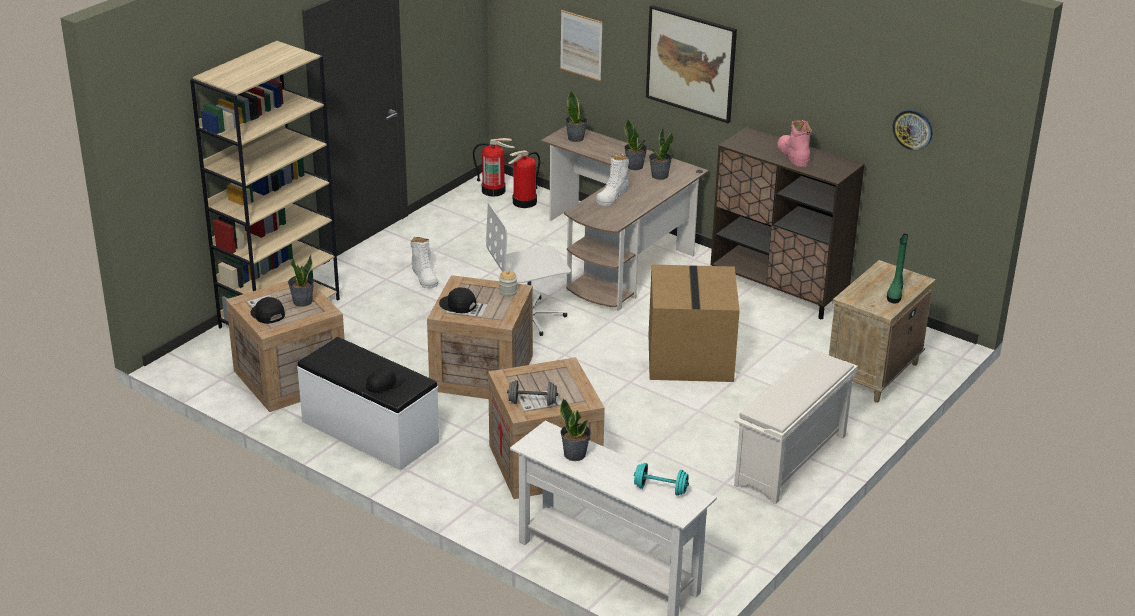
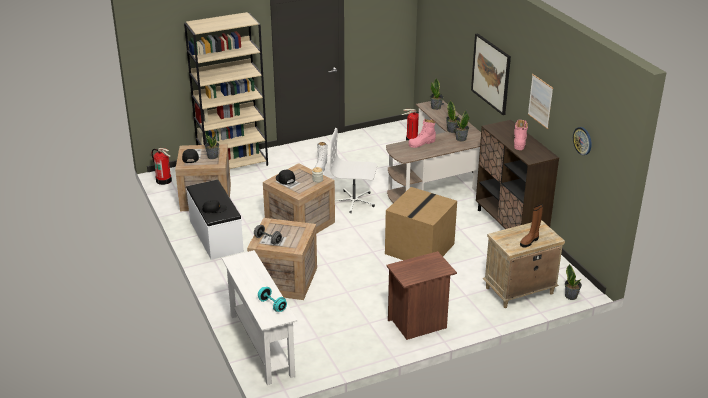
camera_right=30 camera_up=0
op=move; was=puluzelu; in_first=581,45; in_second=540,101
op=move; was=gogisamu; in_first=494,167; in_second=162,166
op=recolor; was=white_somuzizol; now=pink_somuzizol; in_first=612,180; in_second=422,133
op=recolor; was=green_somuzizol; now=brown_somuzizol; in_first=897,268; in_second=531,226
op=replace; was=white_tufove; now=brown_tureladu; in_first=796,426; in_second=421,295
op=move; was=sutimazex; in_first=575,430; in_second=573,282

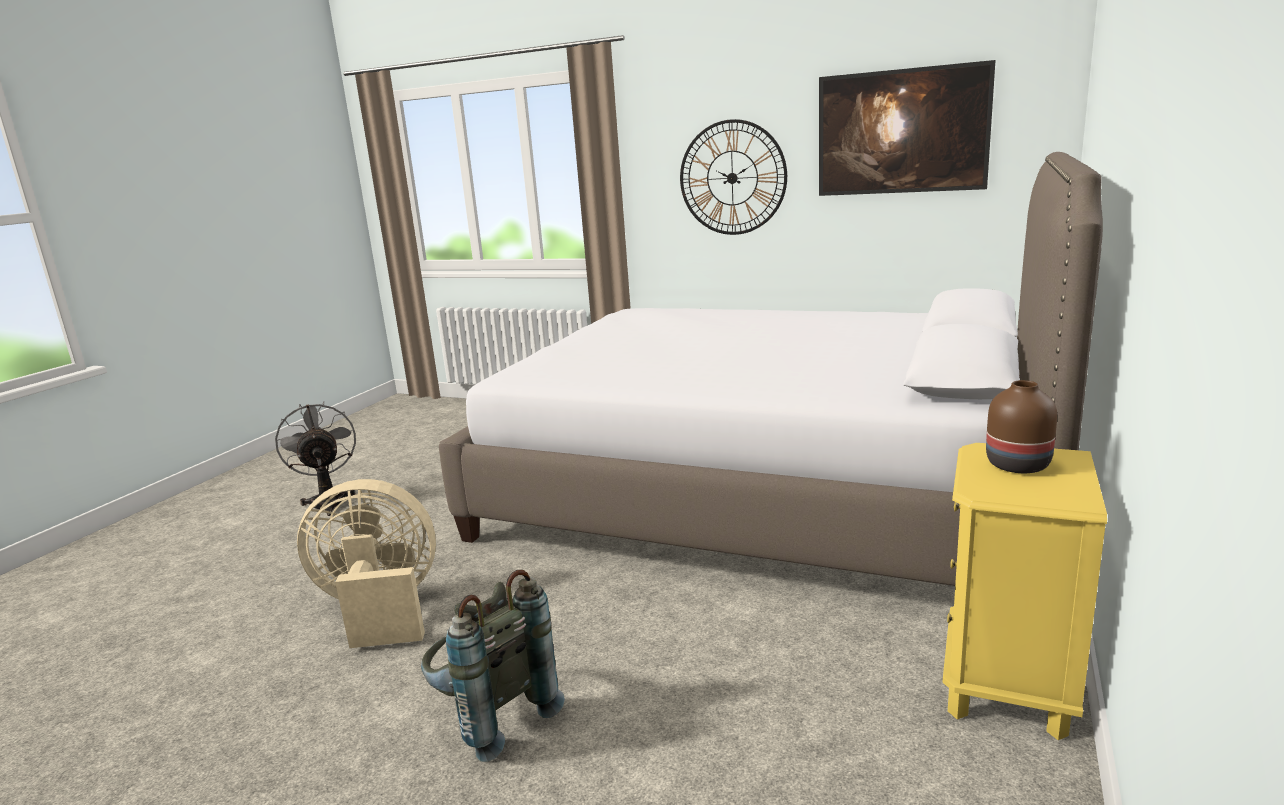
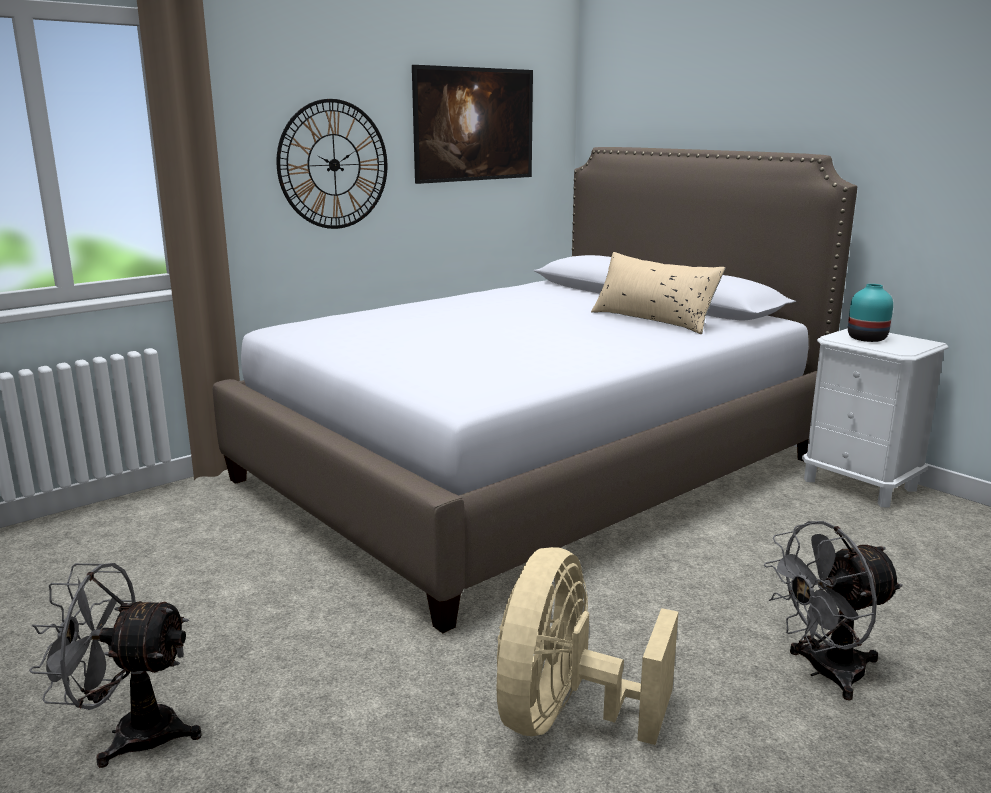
camera_right=-65 camera_up=0
op=recolor; was=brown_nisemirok; now=turquoise_nisemirok; in_first=1021,426; in_second=870,313
op=recolor; was=yellow_tureladu; now=white_tureladu; in_first=1025,591; in_second=875,418
op=replace; was=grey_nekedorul; now=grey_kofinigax; in_first=493,666; in_second=833,611
op=insert; now=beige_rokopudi; in_second=658,293

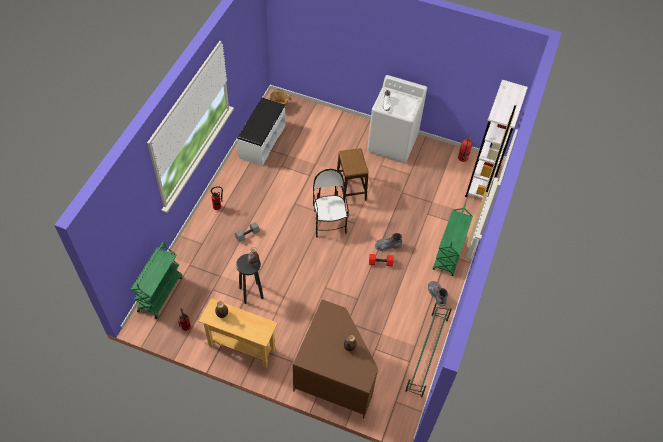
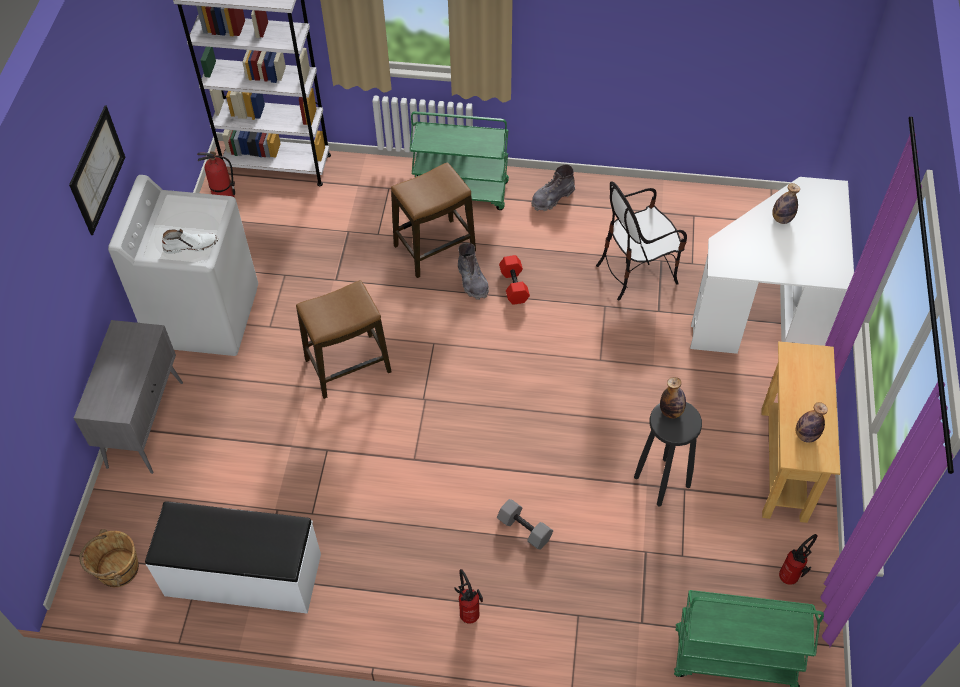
camera_right=-100 camera_up=0
op=move; was=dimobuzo; in_first=331,203; in_second=641,240
op=recolor; was=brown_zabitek; now=white_zabitek; in_first=335,358; in_second=772,265
op=delete; was=green_tufove; in_first=428,350
op=insert; now=puluzelu; in_second=97,170
op=insert; now=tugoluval; in_second=433,220
op=insert; now=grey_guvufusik; in_second=128,397

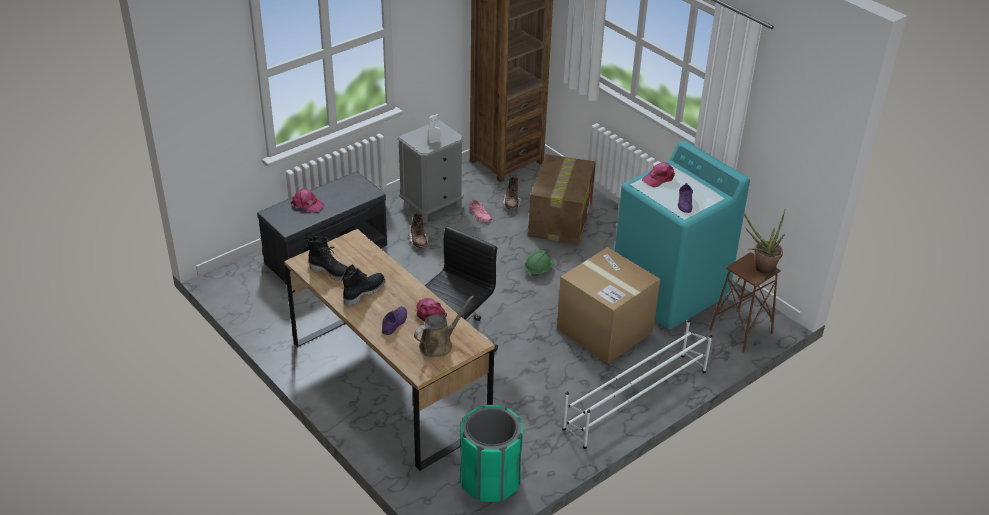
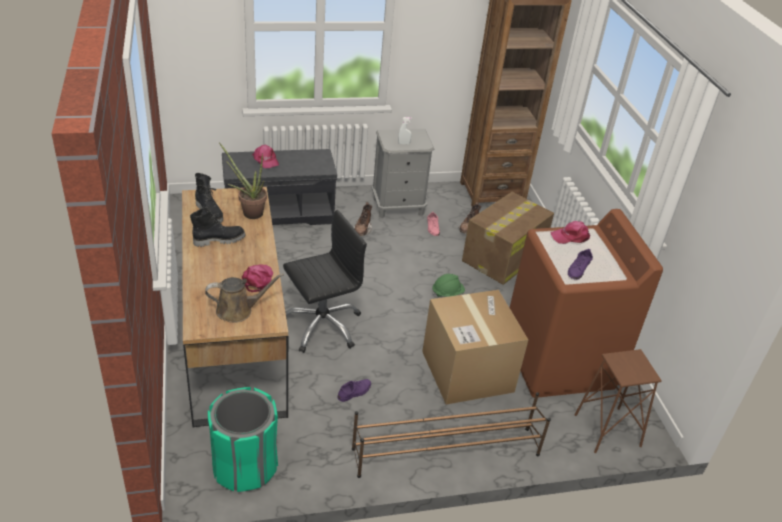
camera_right=25 camera_up=0
op=recolor; was=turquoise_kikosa; now=brown_kikosa; in_first=682,235; in_second=586,303
op=move; was=sutimazex; in_first=764,242; in_second=243,181
op=move; was=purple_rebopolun; in_first=394,320; in_second=354,390
op=recolor; was=white_tufove; now=brown_tufove; in_first=637,384; in_second=451,435

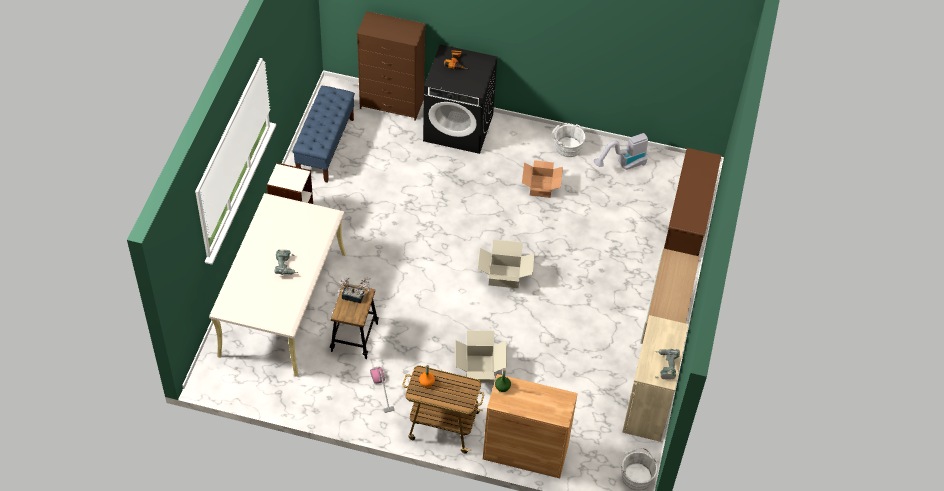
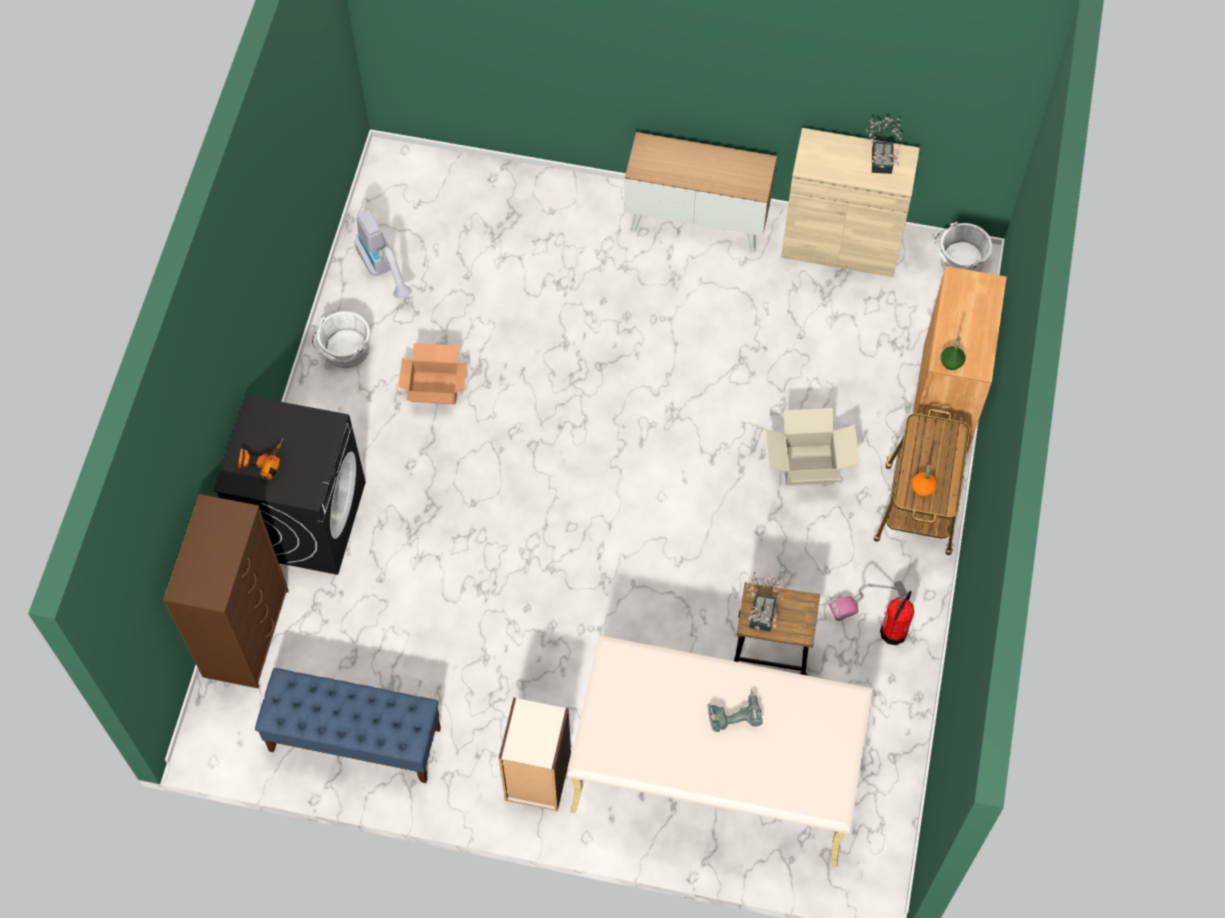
camera_right=-90 camera_up=10
op=delete; was=brown_tufove; in_first=693,202
op=delete; was=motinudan; in_first=506,263
op=replace; was=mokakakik; now=sutimazex; in_first=667,364; in_second=884,145
op=insert; now=gogisamu; in_second=897,618

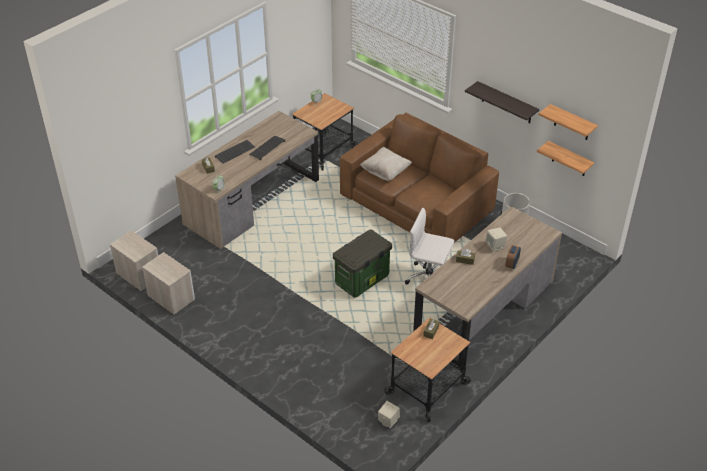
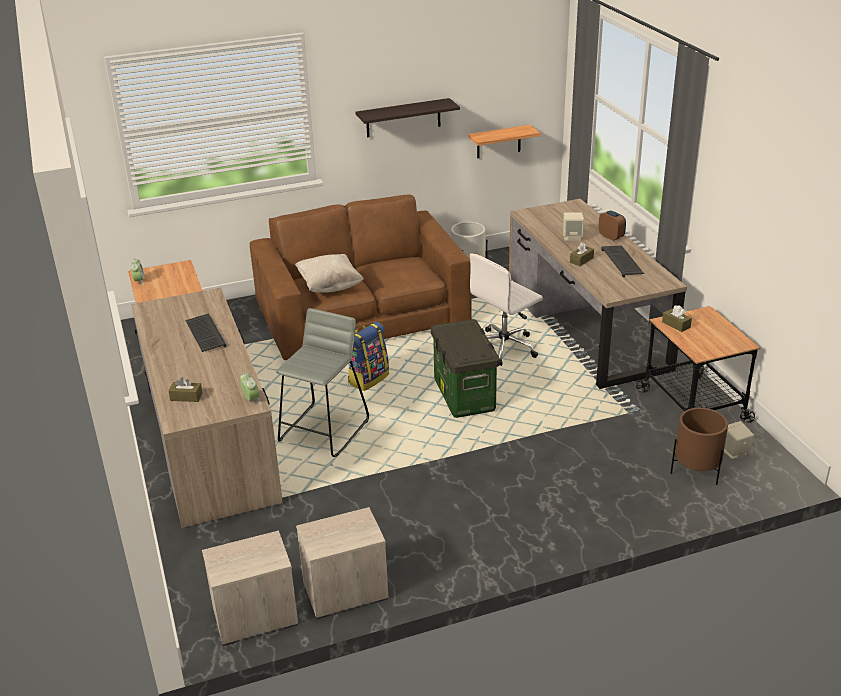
camera_right=-60 camera_up=-10
op=delete; was=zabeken; in_first=568,122
op=move; was=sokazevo; in_first=235,151; in_second=622,261
op=insert; now=grey_tugoluval; in_second=322,382
op=insert; now=nekedorul; in_second=368,356
op=insert; now=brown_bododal; in_second=699,446

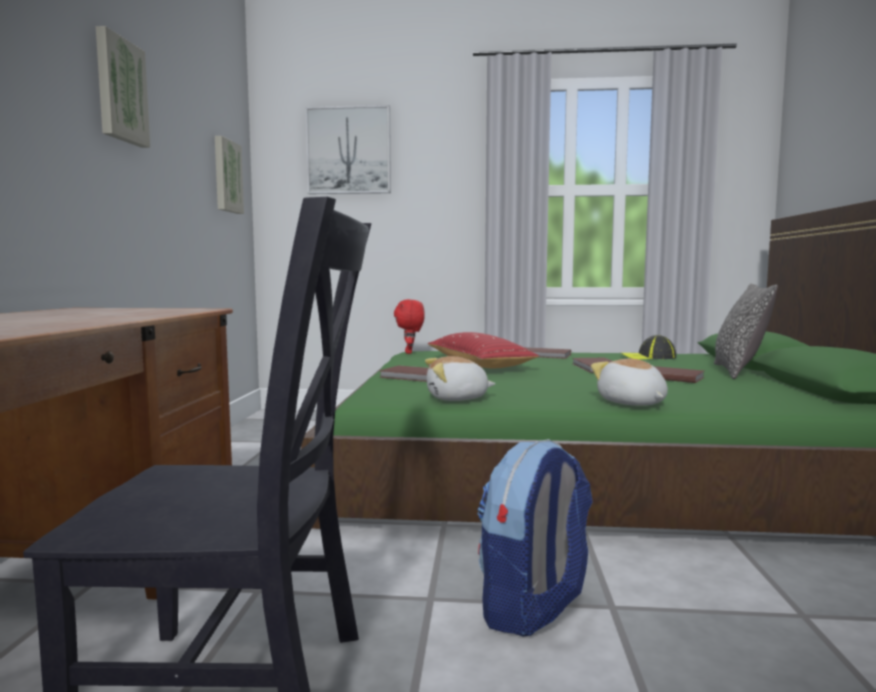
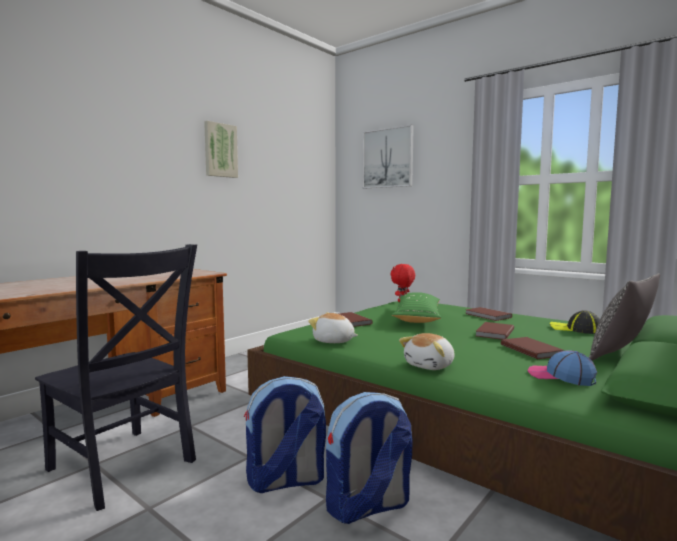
camera_right=35 camera_up=0
op=delete; was=puluzelu; in_first=229,175
op=recolor; was=red_rokopudi; now=green_rokopudi; in_first=483,350; in_second=416,307
op=rotate; was=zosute; in_first=629,382; in_second=426,351; clockwise=-150
op=insert; now=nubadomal; in_second=562,368
op=insert; now=nekedorul; in_second=369,458

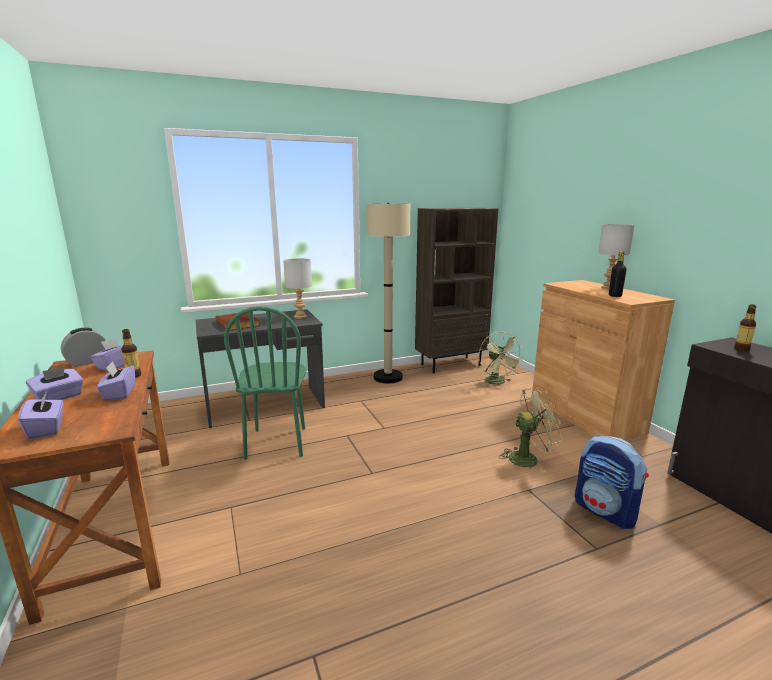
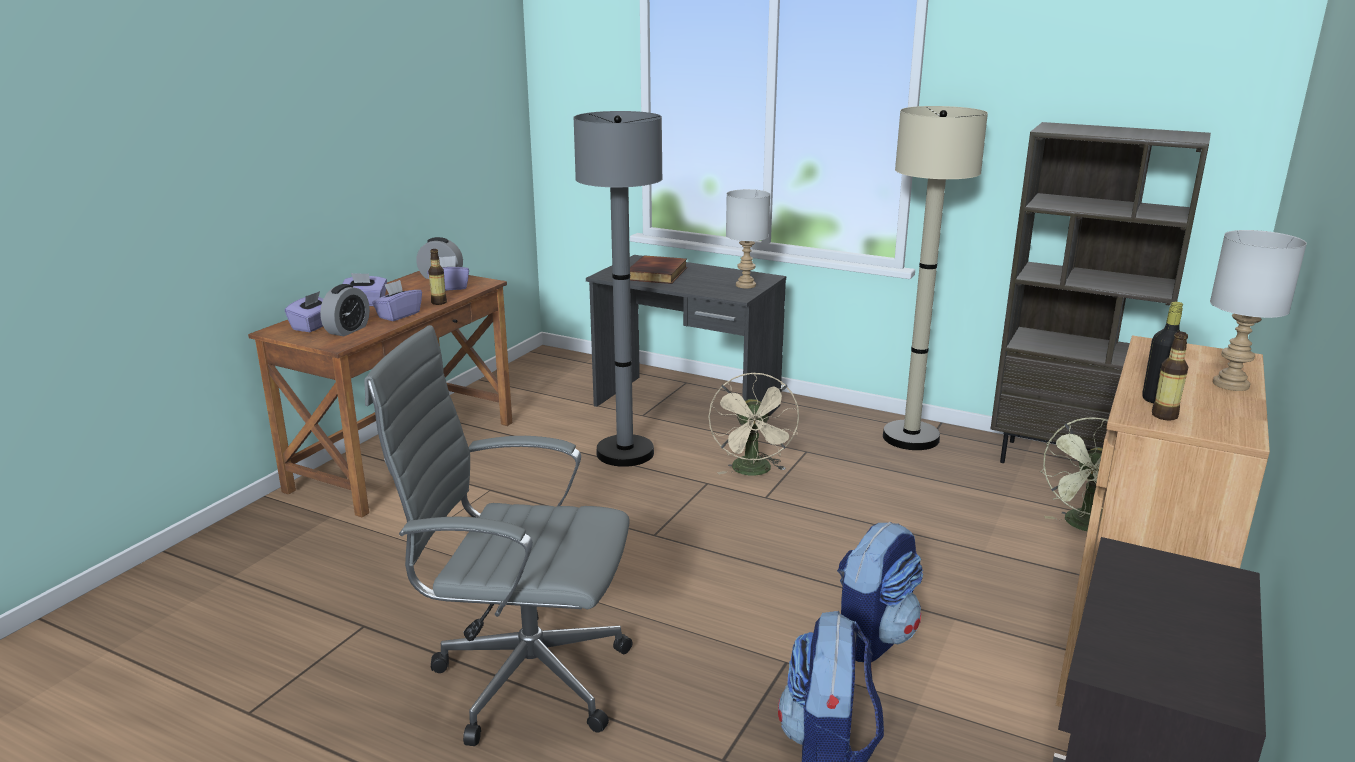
camera_right=50 camera_up=5
op=move; was=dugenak; in_first=745,327; in_second=1170,376
op=replace; was=green_dimobuzo; now=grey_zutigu; in_first=265,383; in_second=618,289
op=replace; was=green_kofinigax; now=nekedorul; in_first=531,430; in_second=880,592
op=insert; now=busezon; in_second=345,310
op=insert; now=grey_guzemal; in_second=498,535
op=insert; now=beige_kofinigax; in_second=754,424

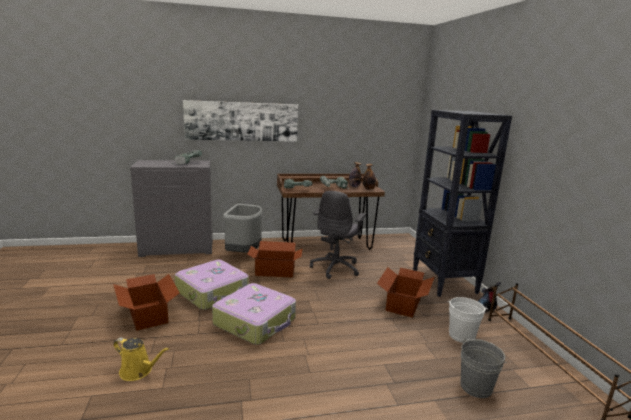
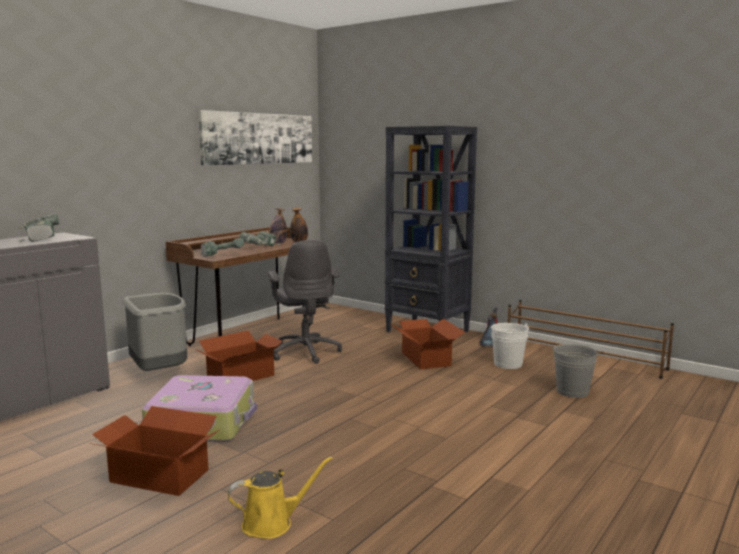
camera_right=-40 camera_up=-5
op=move; was=puluzelu; in_first=240,121; in_second=255,137
op=delete; was=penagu; in_first=254,314

